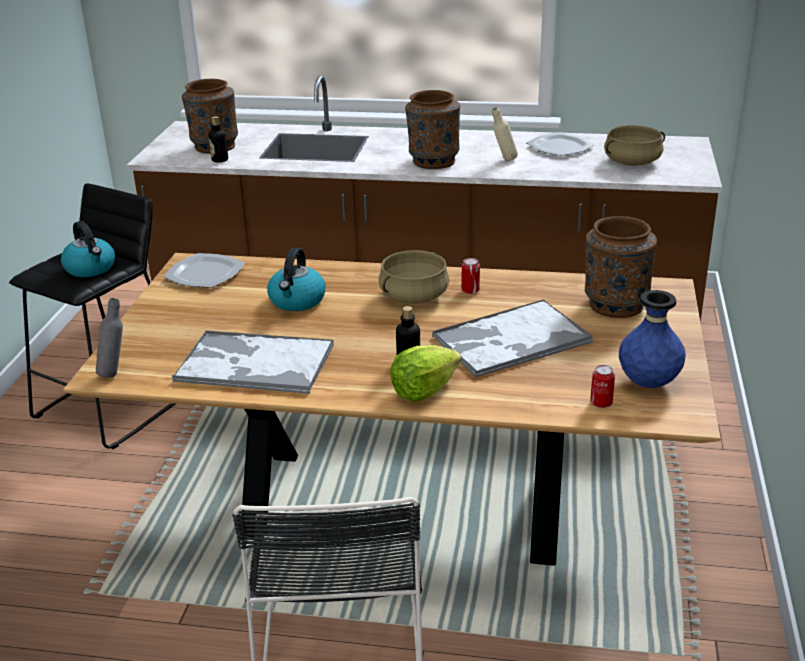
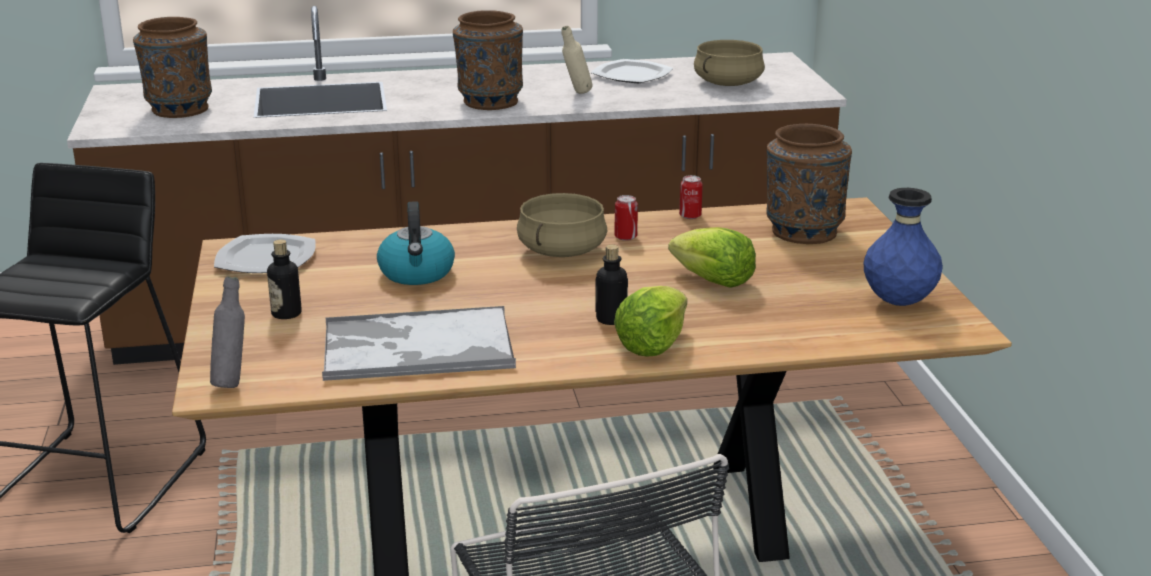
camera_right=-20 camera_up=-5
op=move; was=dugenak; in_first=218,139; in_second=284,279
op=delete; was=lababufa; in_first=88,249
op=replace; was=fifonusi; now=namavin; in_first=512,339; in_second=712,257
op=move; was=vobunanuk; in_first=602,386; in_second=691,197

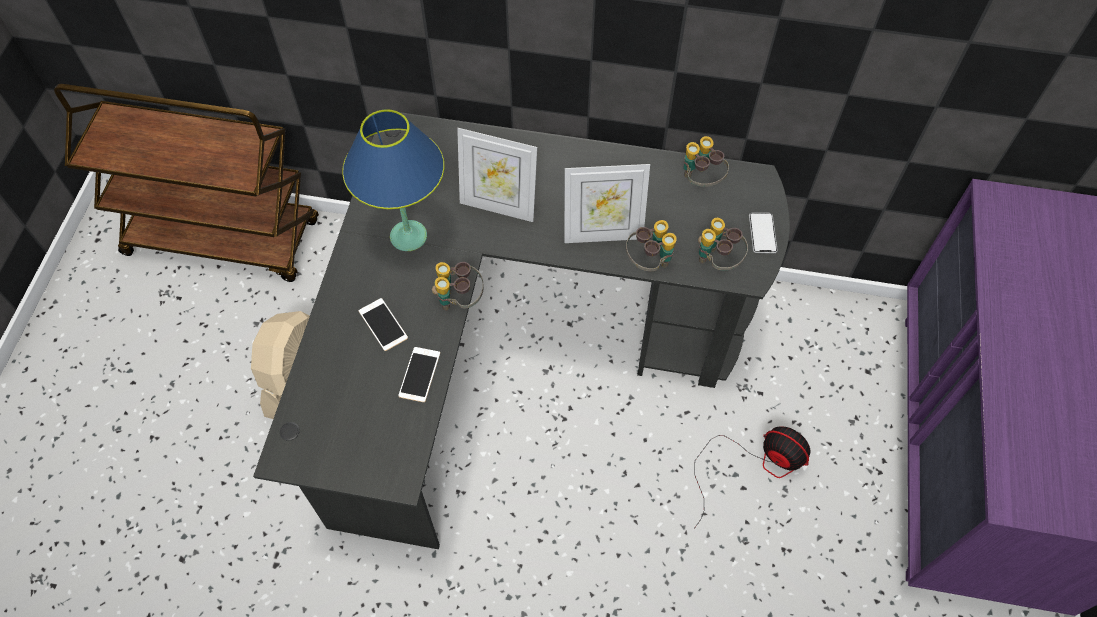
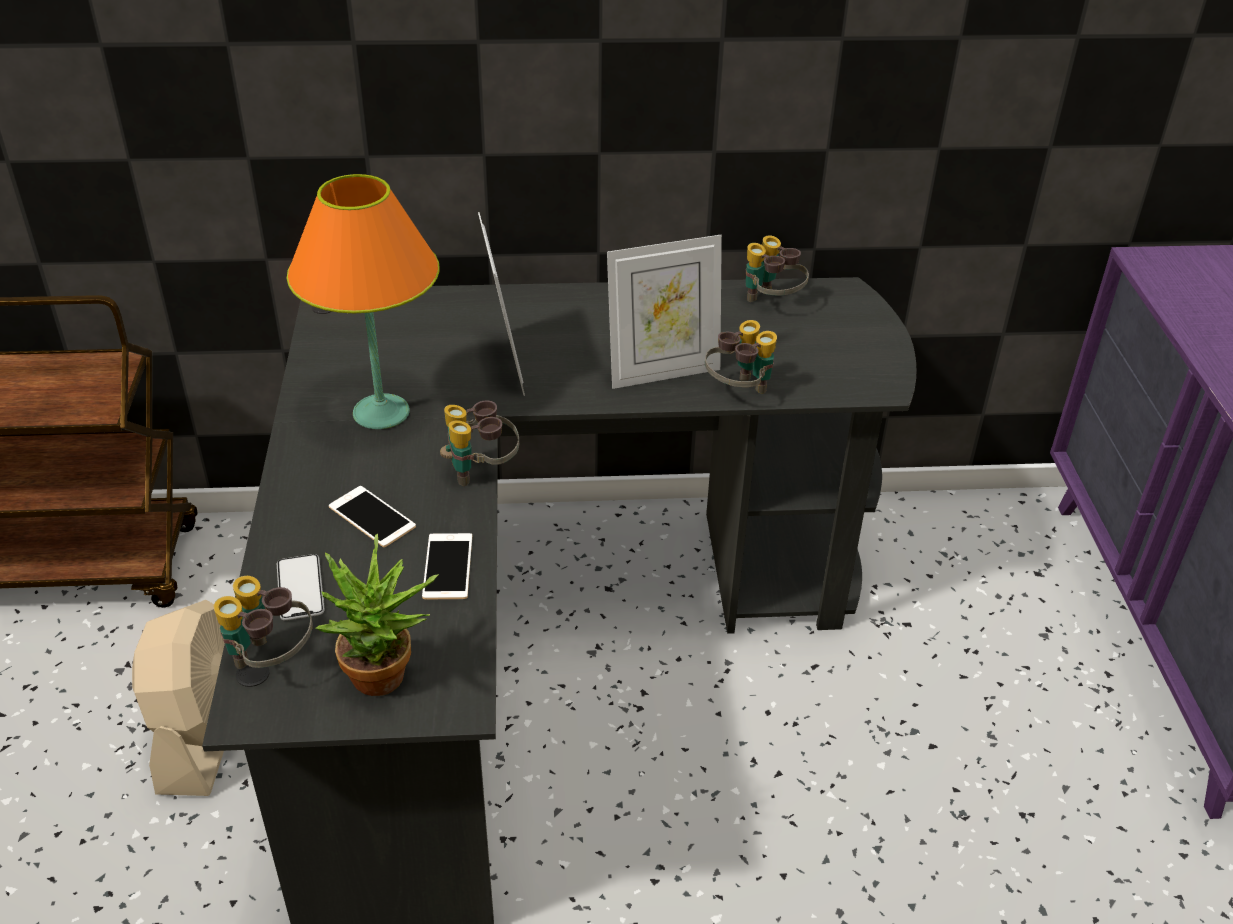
camera_right=-15 camera_up=-20
op=recolor; was=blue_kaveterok; now=orange_kaveterok; in_first=393,180; in_second=363,301
op=rotate; was=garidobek; in_first=497,175; in_second=501,304; clockwise=-105
op=move; was=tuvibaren; in_first=763,233; in_second=301,587
op=move; was=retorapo; in_first=723,244; in_second=263,622
op=delete; was=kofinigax; in_first=752,477
op=insert; now=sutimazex; in_second=377,615

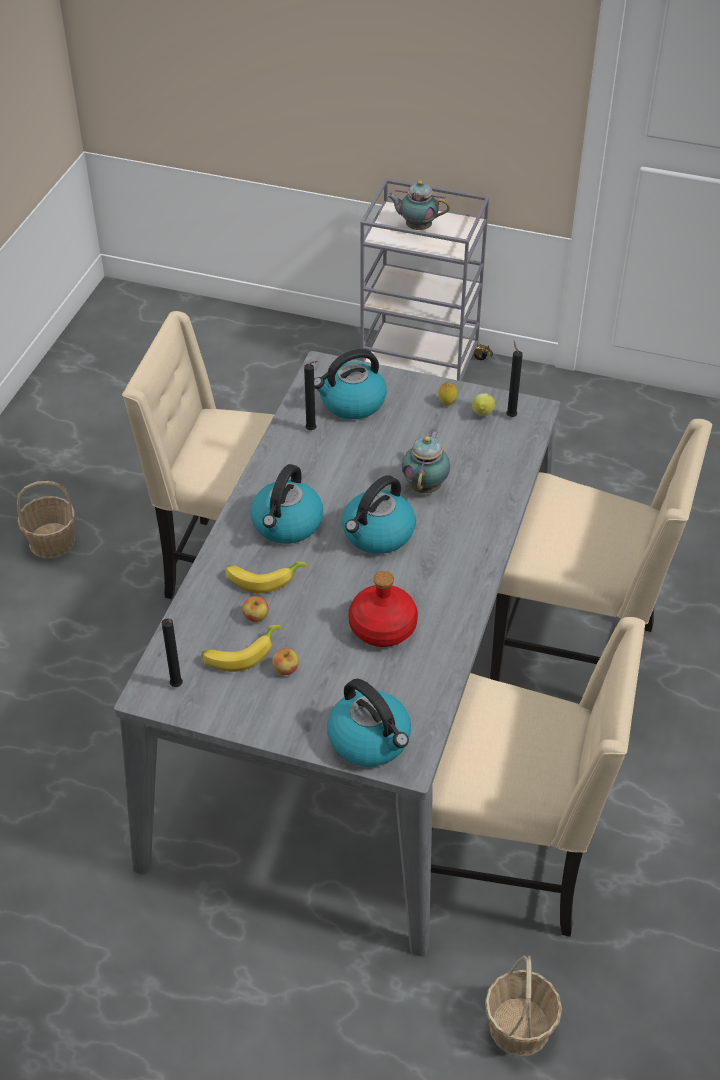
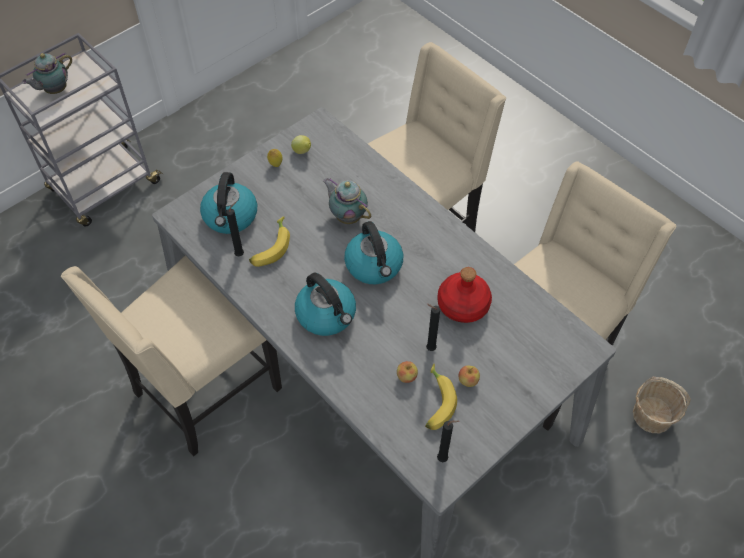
camera_right=-60 camera_up=10
op=move; was=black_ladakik; in_first=514,379; in_second=433,327
op=delete; was=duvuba; in_first=46,519
op=move; was=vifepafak; in_first=266,577; in_second=269,241
op=delete; was=lababufa; in_first=369,723

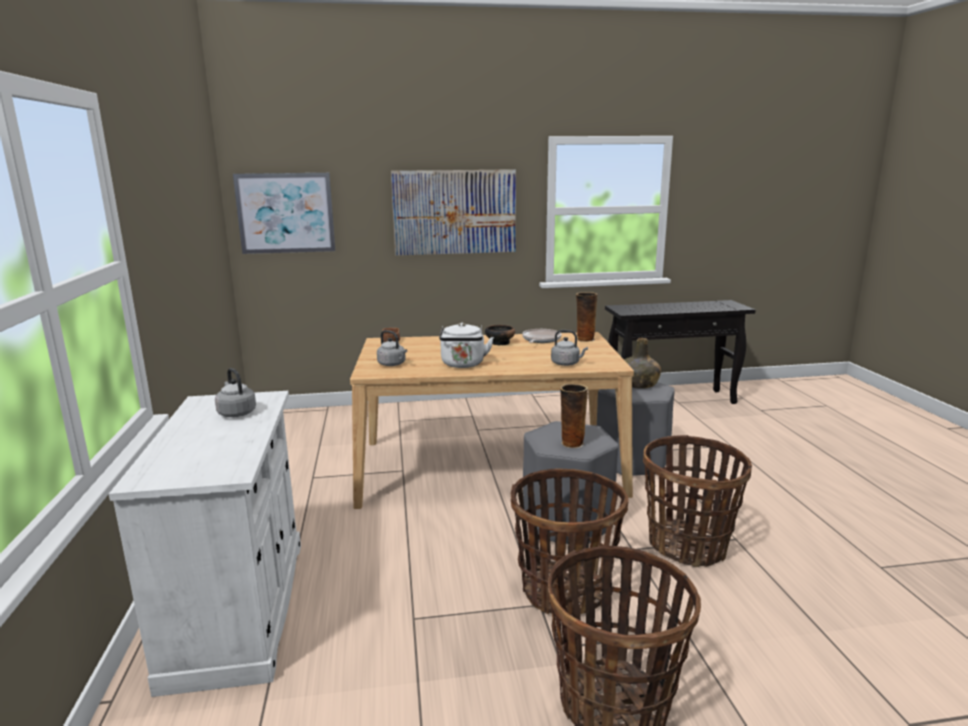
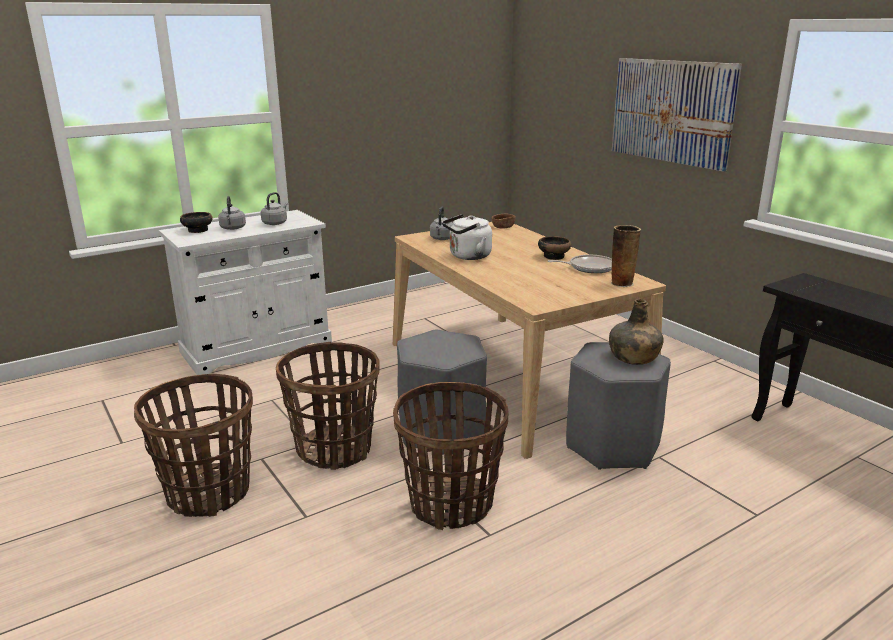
camera_right=65 camera_up=5
op=delete; was=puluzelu; in_first=284,213
op=move; was=grey_lababufa; in_first=569,348; in_second=232,213
op=delete; was=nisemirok; in_first=574,416
op=insert; now=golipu; in_second=196,222

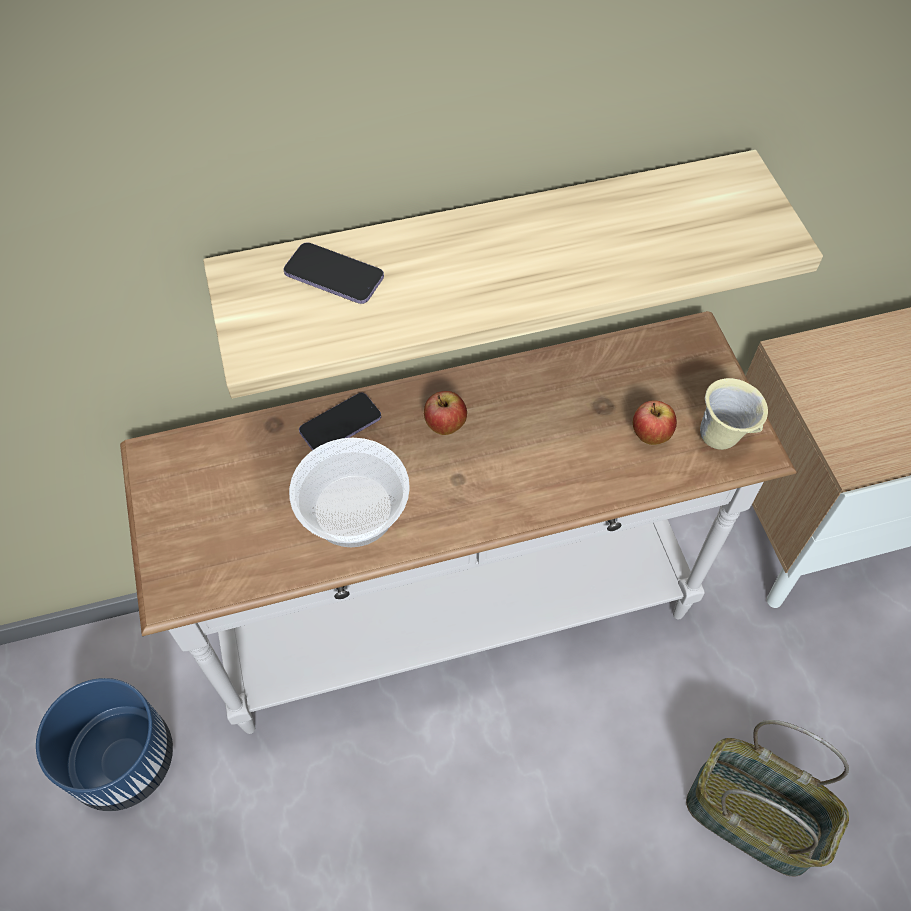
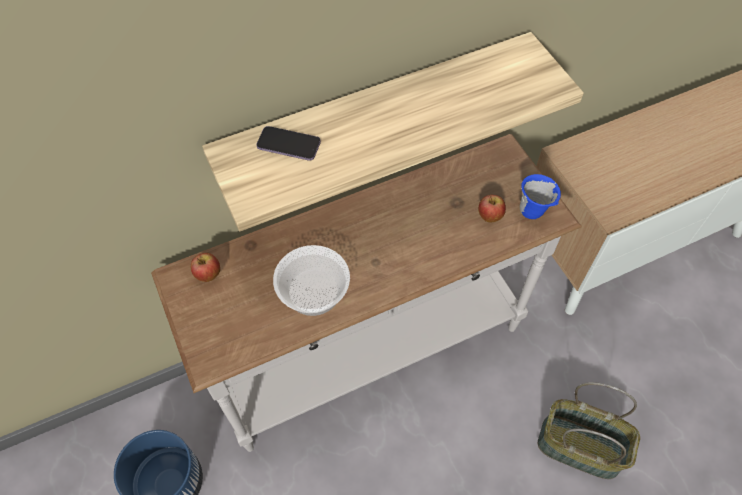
camera_right=-10 camera_up=0
op=recolor; was=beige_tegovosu; now=blue_tegovosu; in_first=734,414; in_second=540,196
op=move; was=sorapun; in_first=445,413; in_second=205,267
op=delete; was=tuvibaren; in_first=340,422

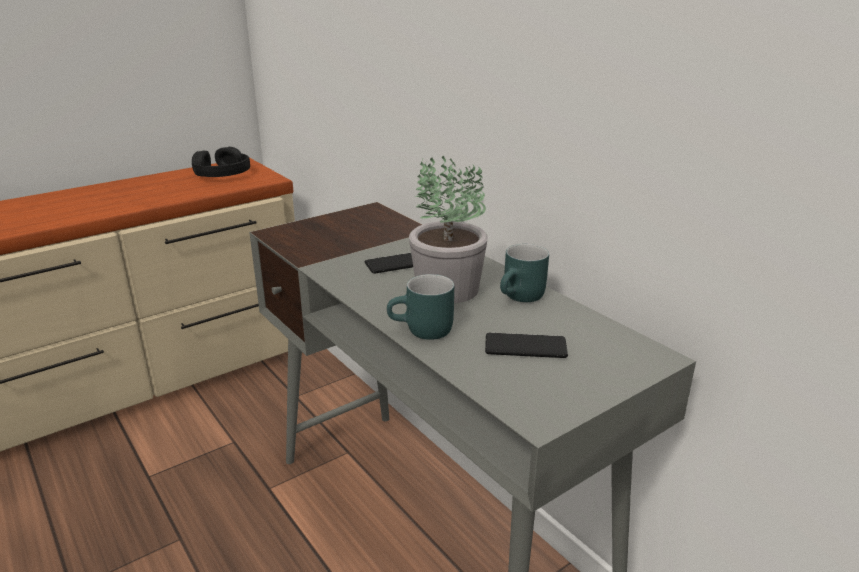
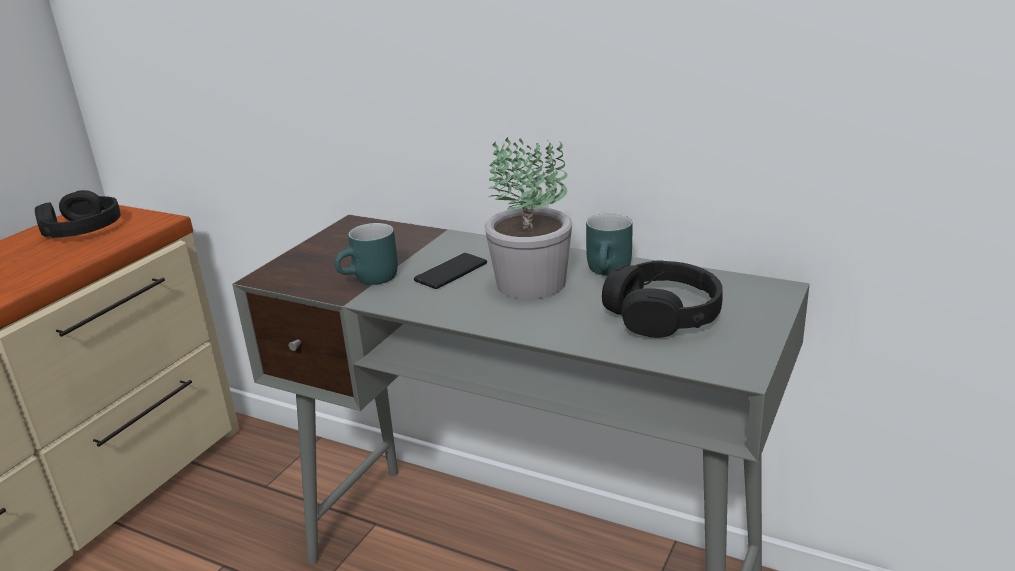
camera_right=-25 camera_up=0
op=move; was=turquoise_tegovosu; in_first=420,307; in_second=366,254
op=replace; was=tuvibaren; now=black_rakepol; in_first=526,345; in_second=662,299

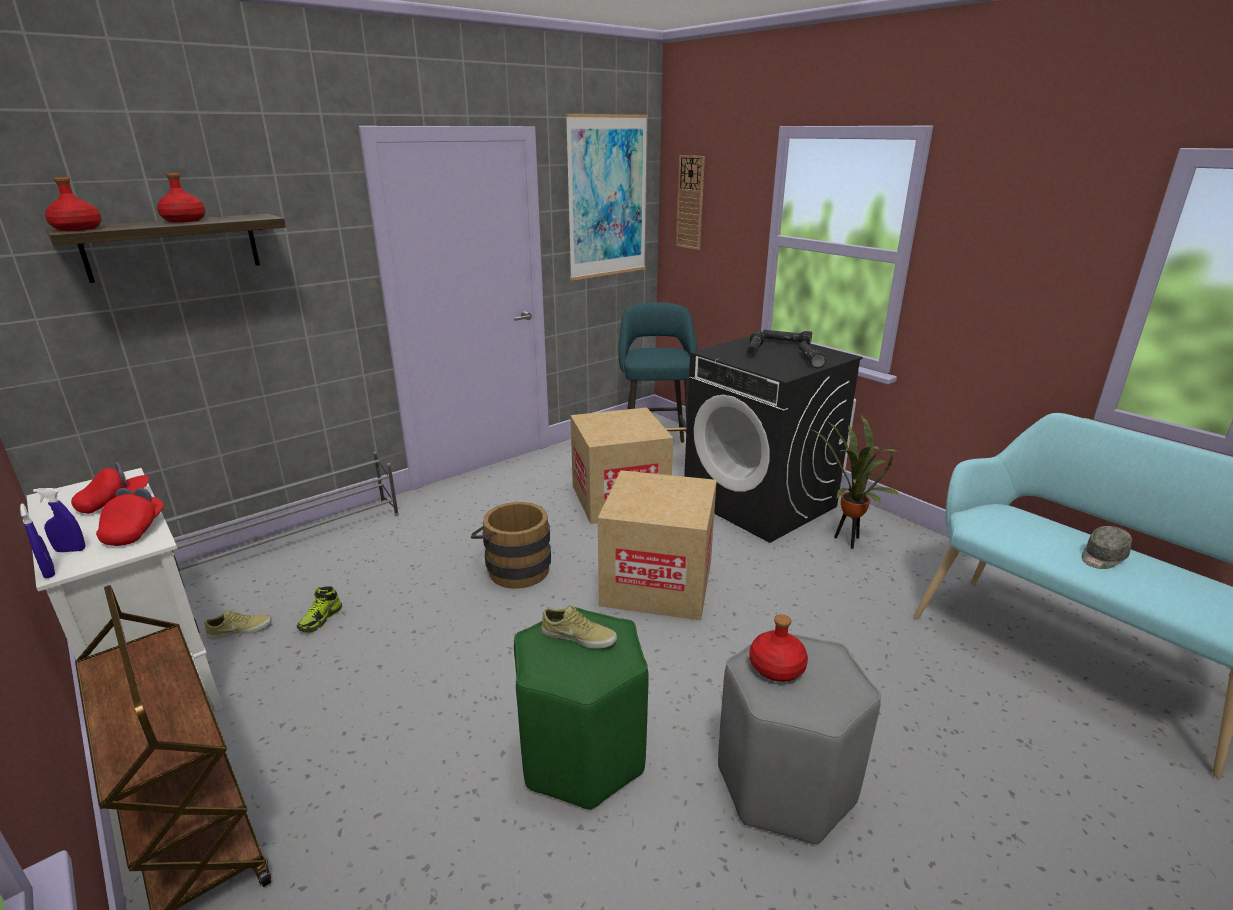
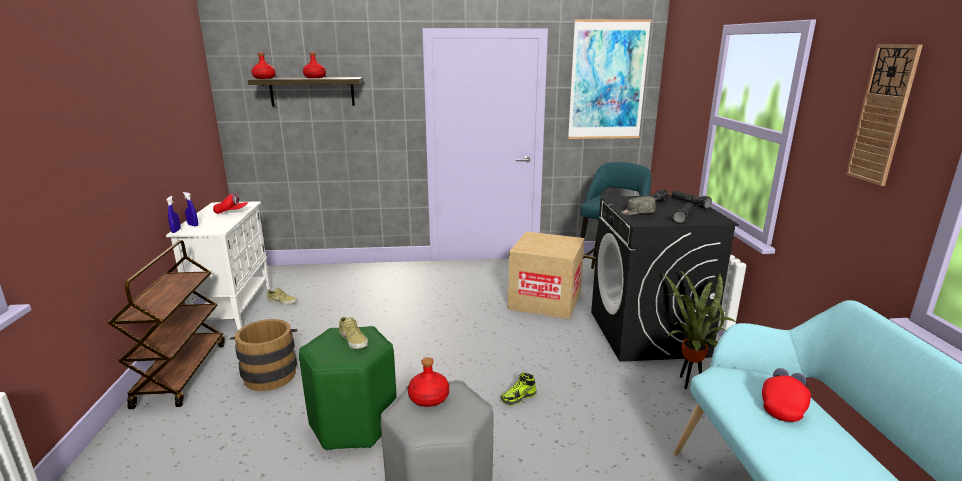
camera_right=35 camera_up=-5
op=move; was=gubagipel; in_first=690,202; in_second=884,115
op=delete; was=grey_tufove; in_first=282,520
op=delete; was=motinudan; in_first=657,545
op=move; was=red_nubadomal; in_first=130,517; in_second=786,395
op=move; was=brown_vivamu; in_first=511,545; in_second=263,355
op=move; was=grey_nubadomal; in_first=1107,547; in_second=638,205
op=move; was=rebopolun; in_first=319,609; in_second=519,389

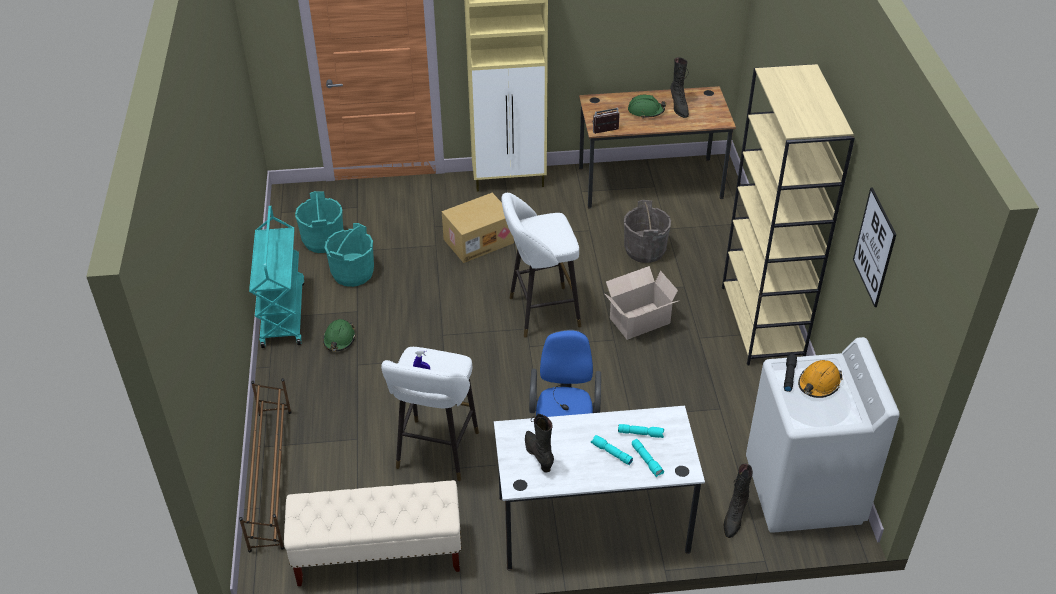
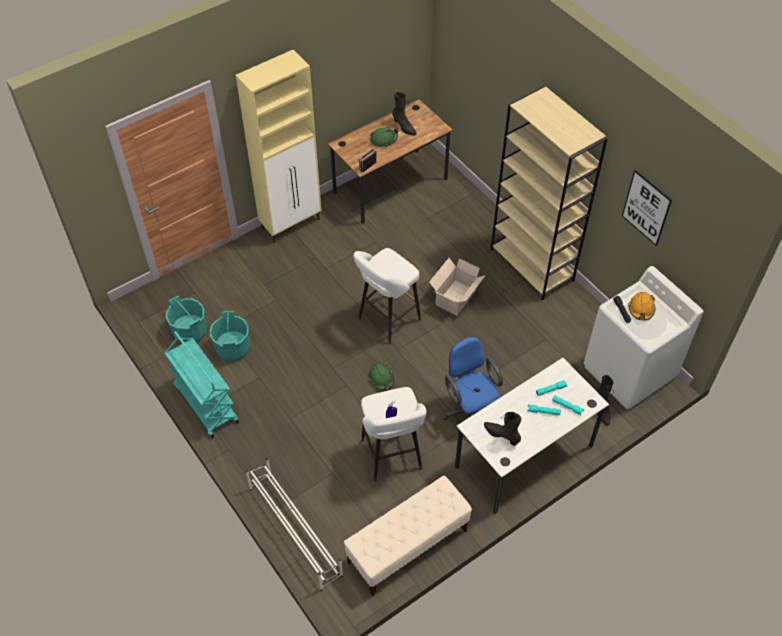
camera_right=-30 camera_up=10
op=delete; was=motinudan; in_first=478,228
op=delete; was=grey_vivamu; in_first=647,231
op=move; was=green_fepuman; in_first=339,335; in_second=381,376
op=recolor; was=brown_tufove; now=white_tufove; in_first=265,465; in_second=294,524

